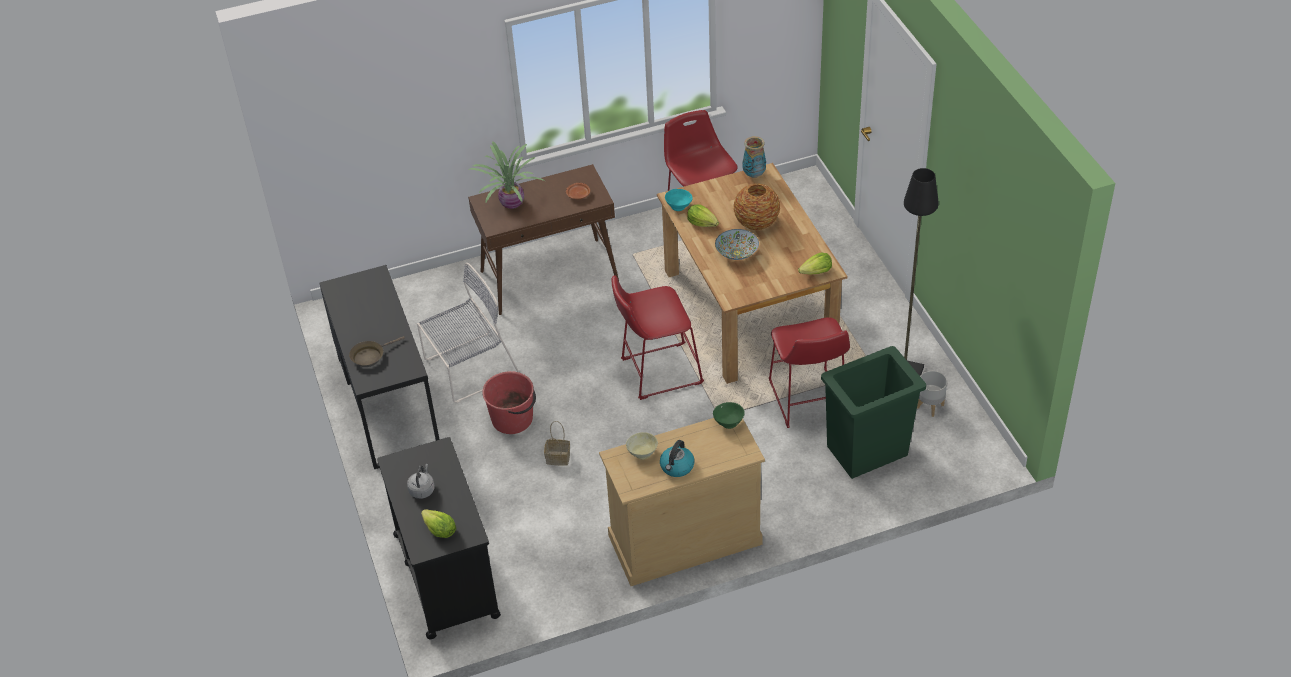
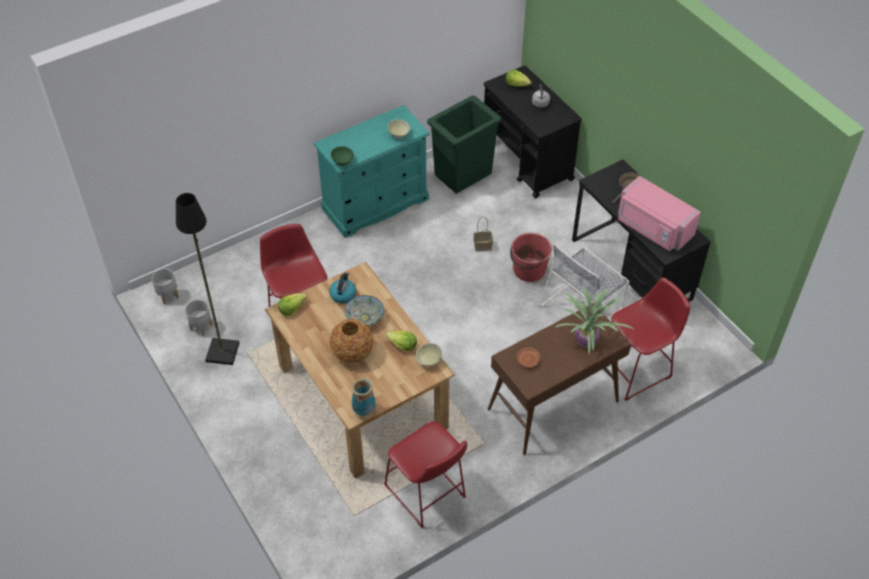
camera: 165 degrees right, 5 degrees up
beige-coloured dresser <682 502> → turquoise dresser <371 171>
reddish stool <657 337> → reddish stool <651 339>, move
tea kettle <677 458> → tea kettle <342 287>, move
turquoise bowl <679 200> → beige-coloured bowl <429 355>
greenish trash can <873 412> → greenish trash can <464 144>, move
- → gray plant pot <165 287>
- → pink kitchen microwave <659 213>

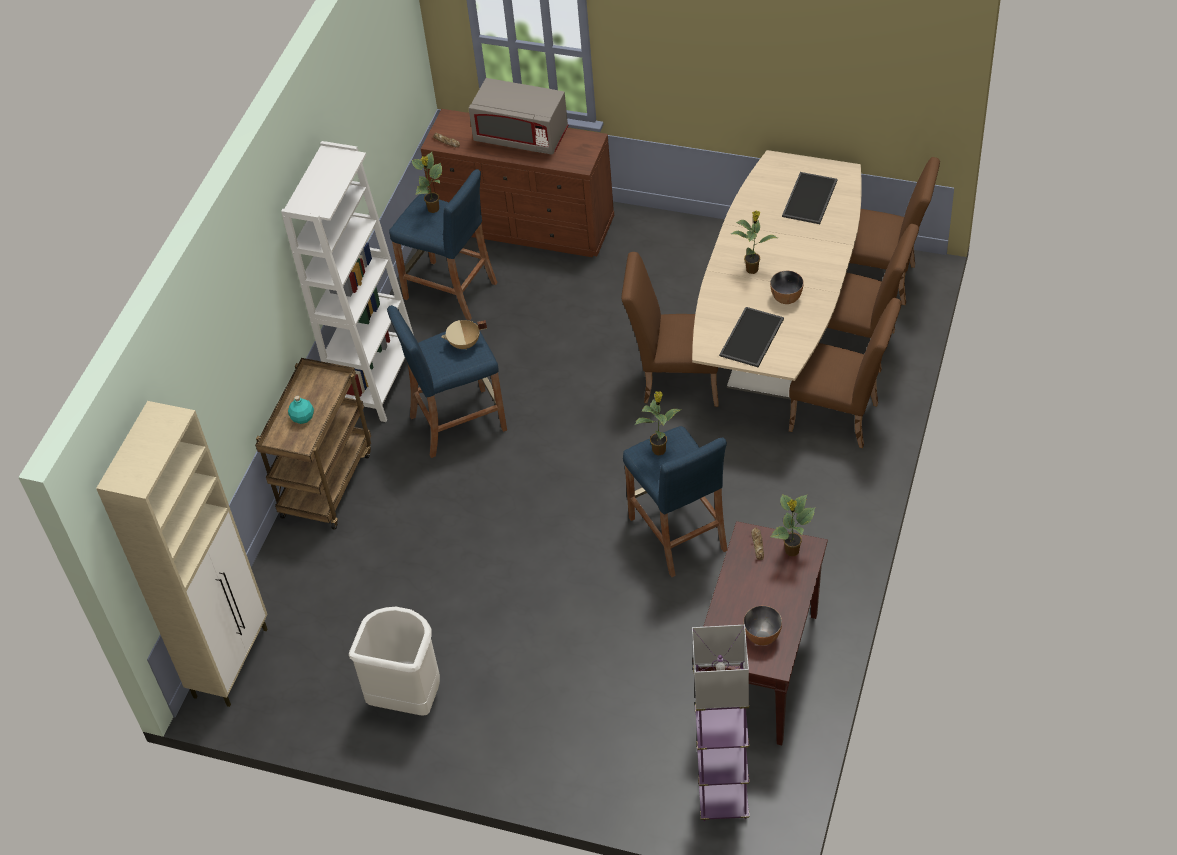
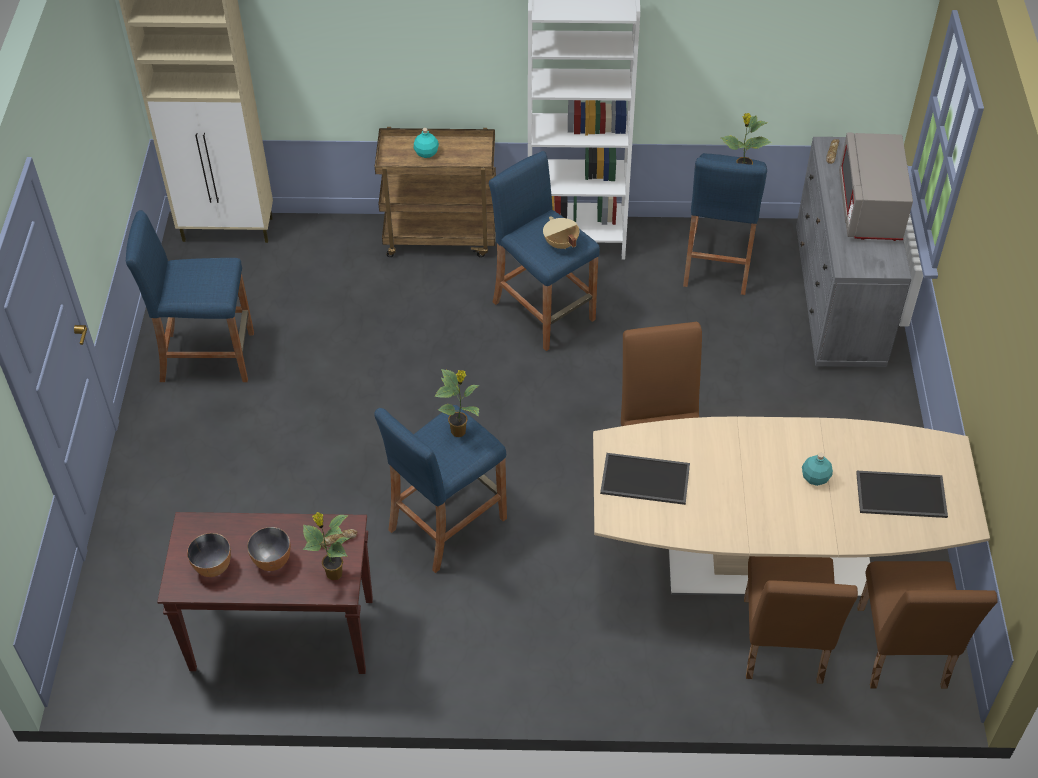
camera: 70 degrees right, 0 degrees up
whitish trash can <394 661> → bluish stool <190 296>
brown-coloured dresser <517 183> → gray dresser <853 252>
purplish floor lamp <720 723> → -
plant in a pot <754 242> → -
bowl <787 287> → bowl <269 549>, move
brown-coloured chair <845 373> → -
- → turquoise bottle <817 469>

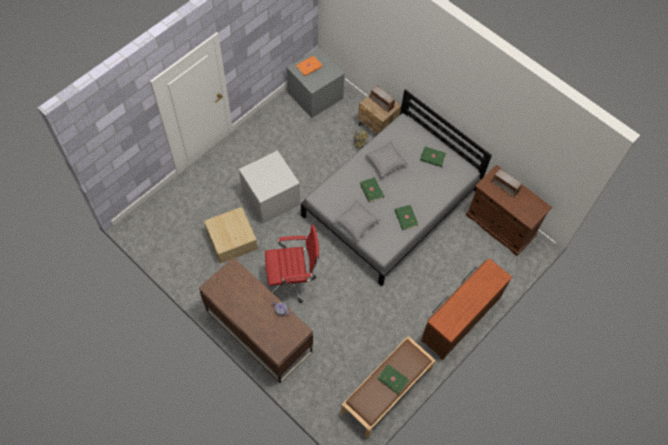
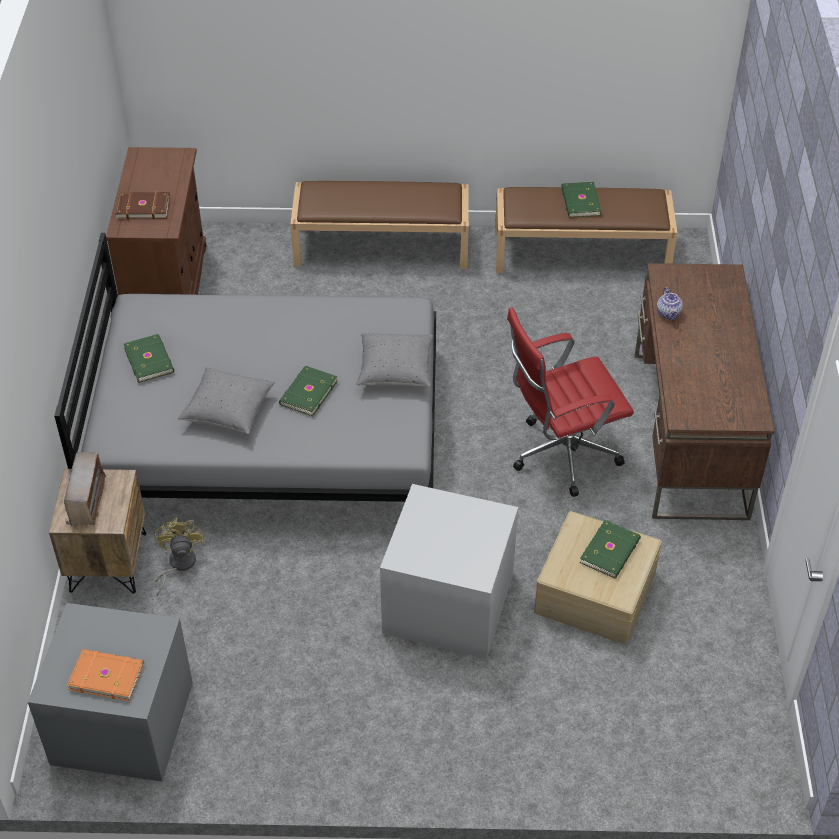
camera: 130 degrees left, 15 degrees down
reddish desk chair <292 264> → reddish desk chair <570 402>, 60 degrees counterclockwise
greenish bound book <406 217> → greenish bound book <610 549>, move
brown-coloured dresser <466 309> → brown-coloured indoor bench <379 225>
radio <506 183> → brown-coloured bound book <142 205>

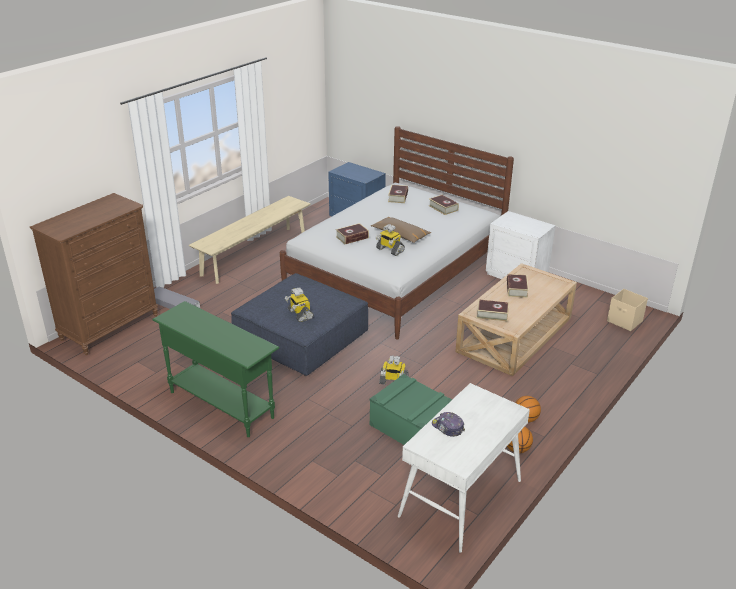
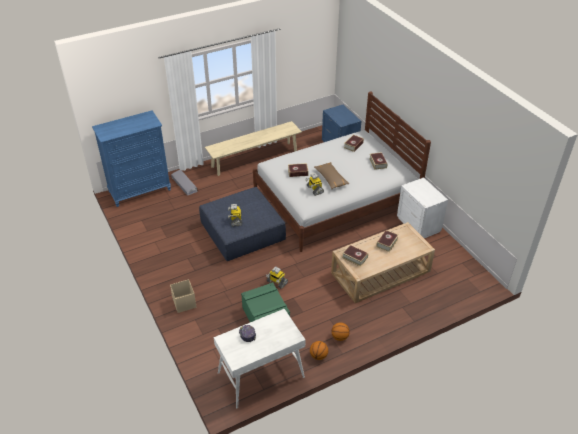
camera: 25 degrees right, 10 degrees up
brown-coloured dresser <94 274> → bluish dresser <131 158>
greenish console table <215 369> → -
beige-coloured storage bin <627 310> → beige-coloured storage bin <183 296>, move

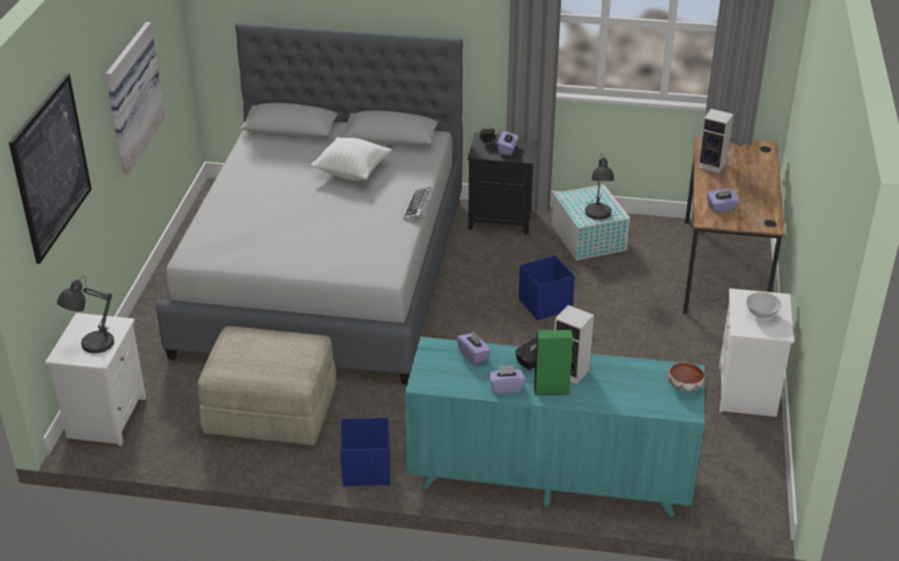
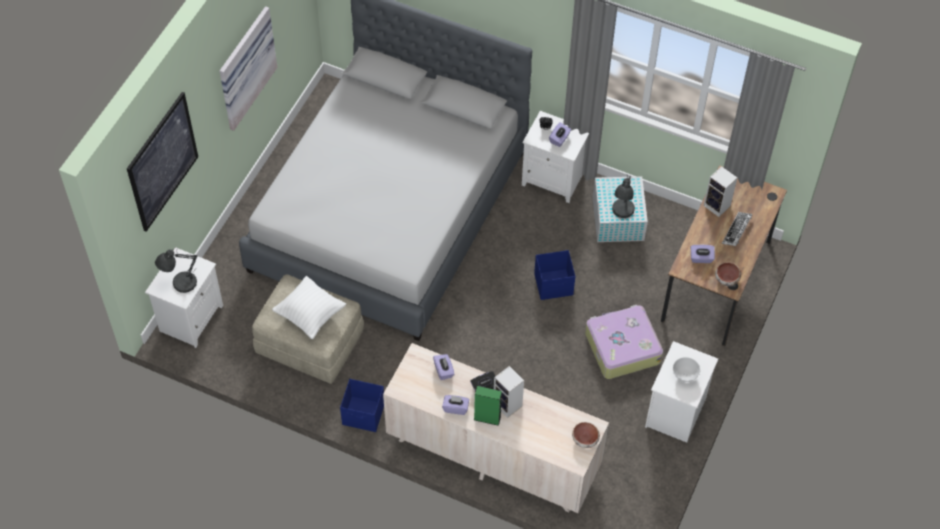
camera: 15 degrees right, 20 degrees up
whitish pillow <350 159> → whitish pillow <309 307>, move
computer keyboard <417 203> → computer keyboard <737 229>, move
turquoise dresser <555 427> → beige-coloured dresser <496 428>
blackish nightstand <502 184> → whitish nightstand <555 157>
- → suitcase <624 342>
- → bowl <728 274>

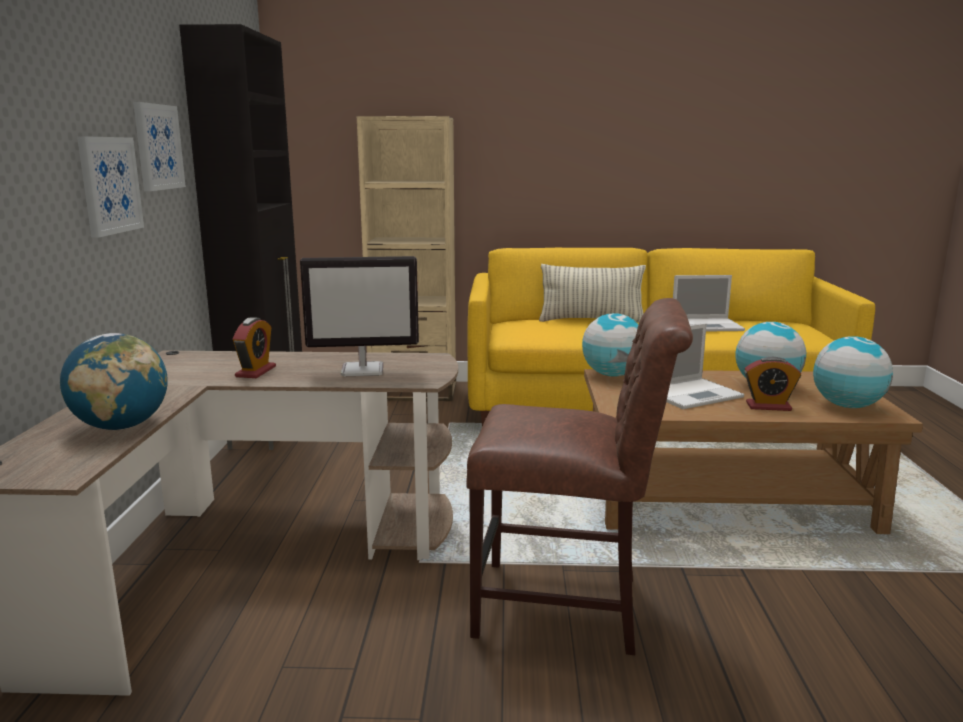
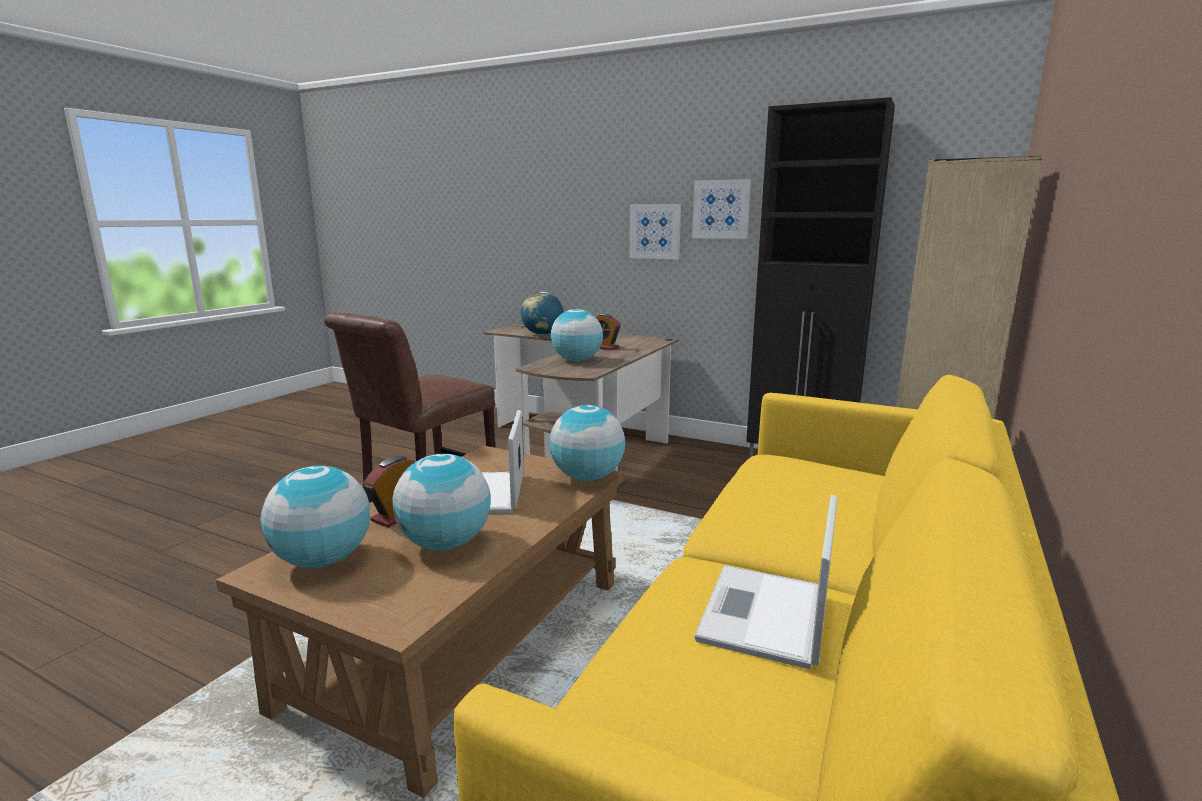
camera: 115 degrees right, 0 degrees up
computer screen <359 316> → world globe <577 335>
pillow <592 293> → -

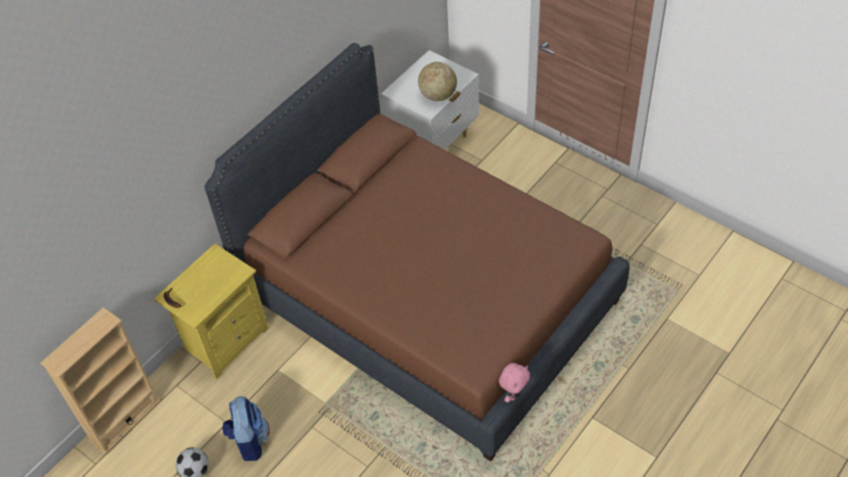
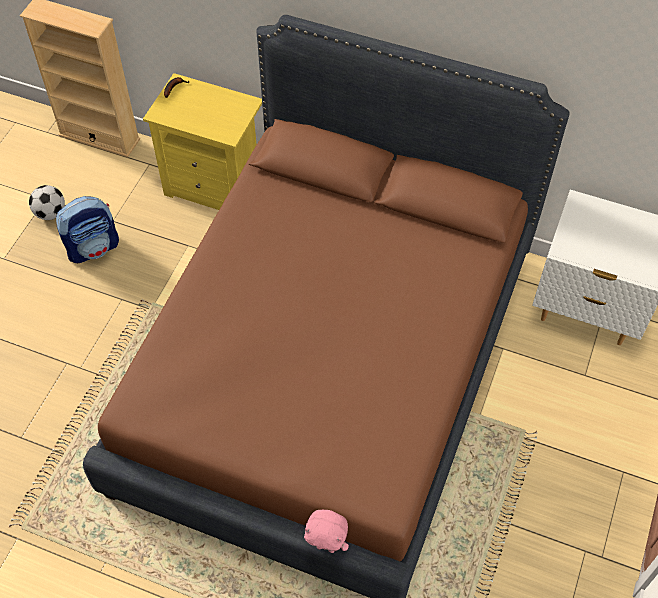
camera: 70 degrees right, 5 degrees up
world globe <437 81> → -
pink soft toy <514 382> → pink soft toy <326 531>, move

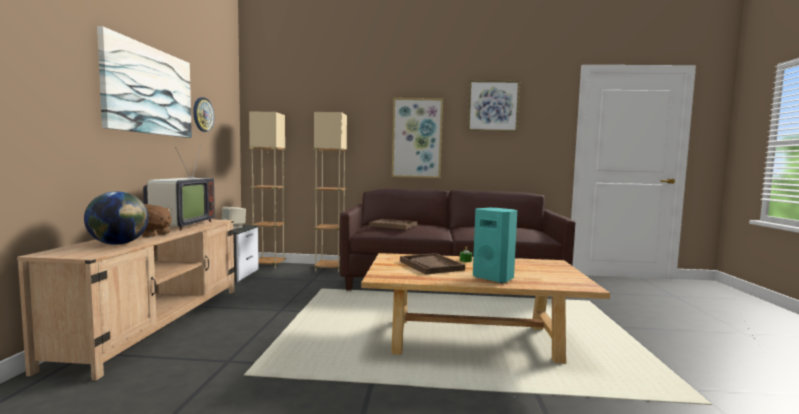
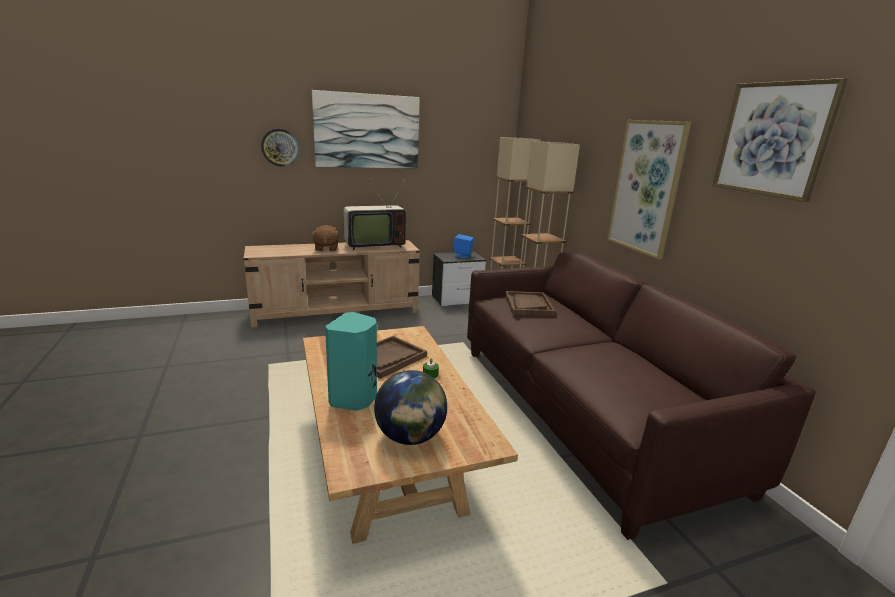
camera: 65 degrees right, 15 degrees up
world globe <116 218> → world globe <410 407>, move
clock on the wall <203 114> → clock on the wall <280 148>, move
beige-coloured audio speaker <234 218> → bluish audio speaker <463 246>

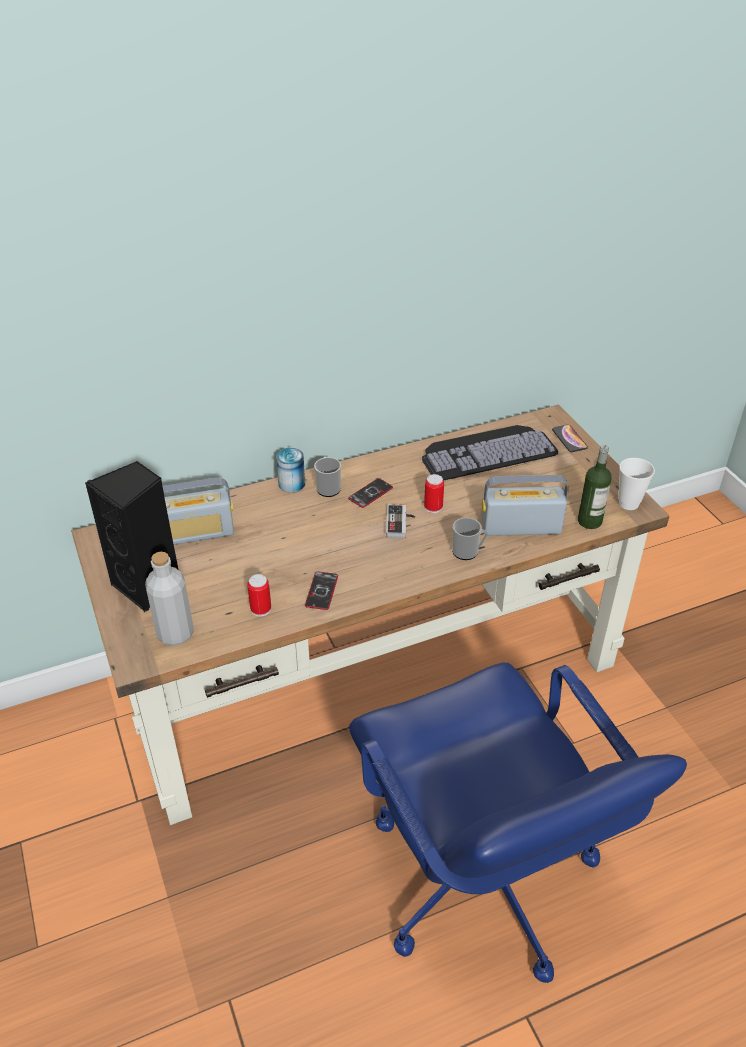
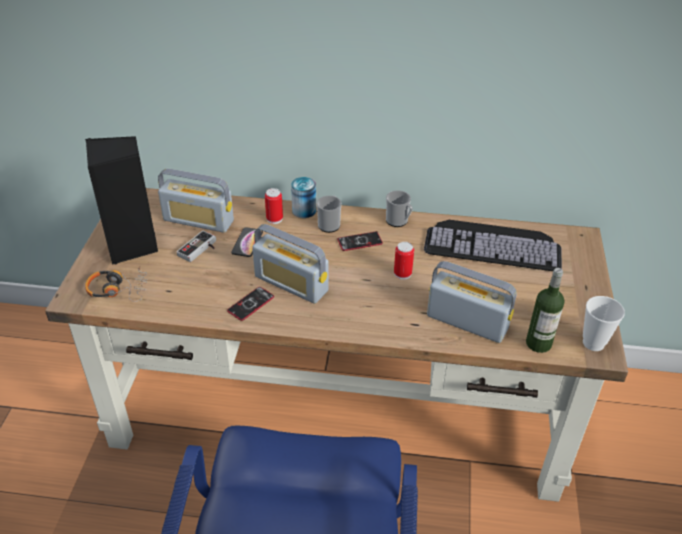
camera: 30 degrees right, 0 degrees up
gray bottle <169 599> → headset <116 284>
metal can <259 595> → metal can <274 206>, move
joypad <400 521> → joypad <196 246>, move
tea mug <470 538> → tea mug <399 208>, move
phone <570 438> → phone <247 242>, move
- → radio <290 264>

